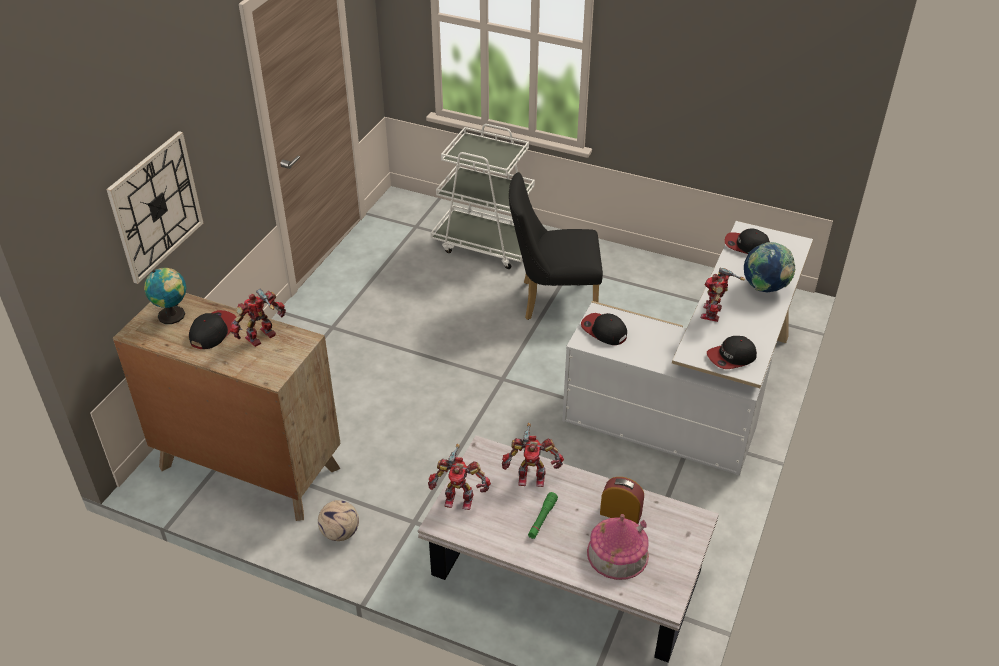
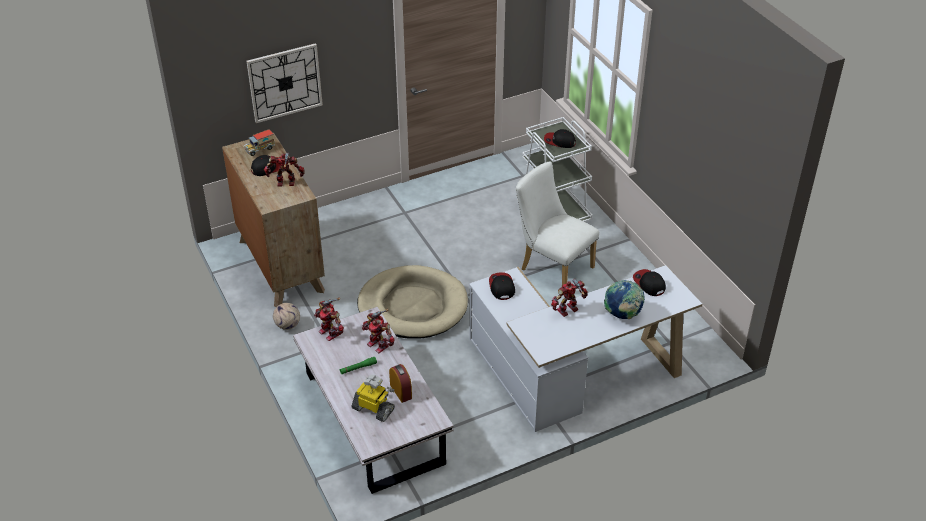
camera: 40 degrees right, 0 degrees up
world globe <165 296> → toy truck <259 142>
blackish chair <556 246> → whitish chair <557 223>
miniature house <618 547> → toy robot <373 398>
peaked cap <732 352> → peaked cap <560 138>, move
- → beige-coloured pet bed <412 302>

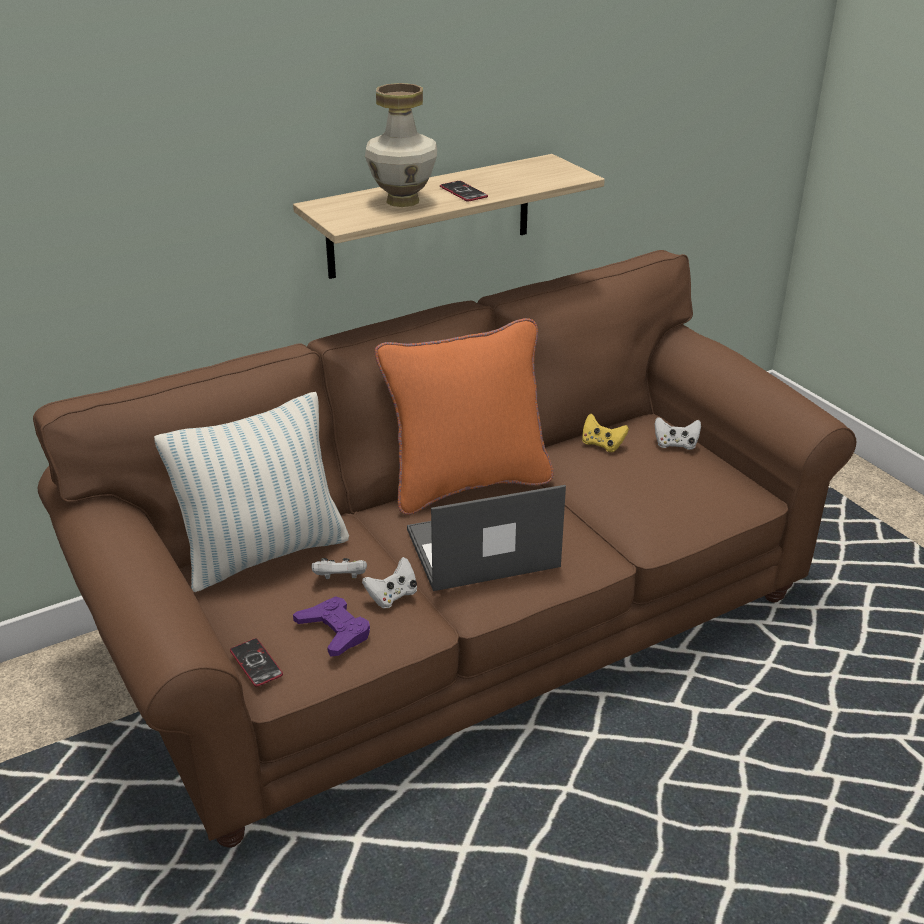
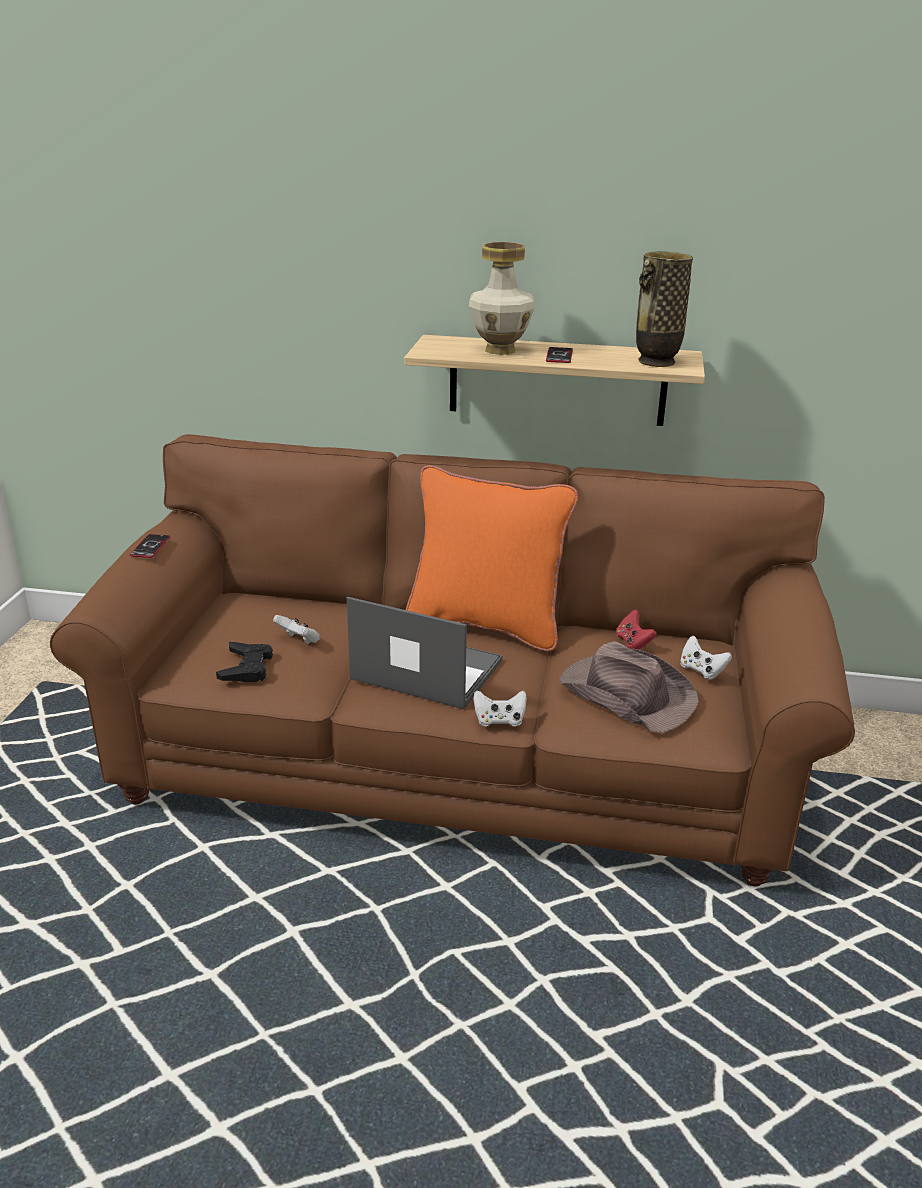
camera: 40 degrees right, 5 degrees down
pillow <251 492> → -
phone <256 662> → phone <150 546>, move
purplish joypad <331 626> → blackish joypad <244 662>
whitish joypad <389 583> → whitish joypad <500 708>, move
yellowish joypad <605 433> → reddish joypad <636 630>
- → brown-coloured clothing hat <628 687>
- → flower vase <664 309>

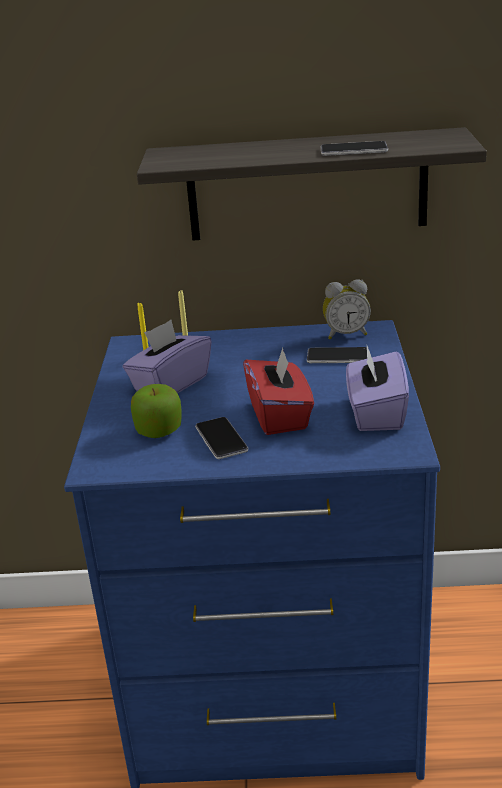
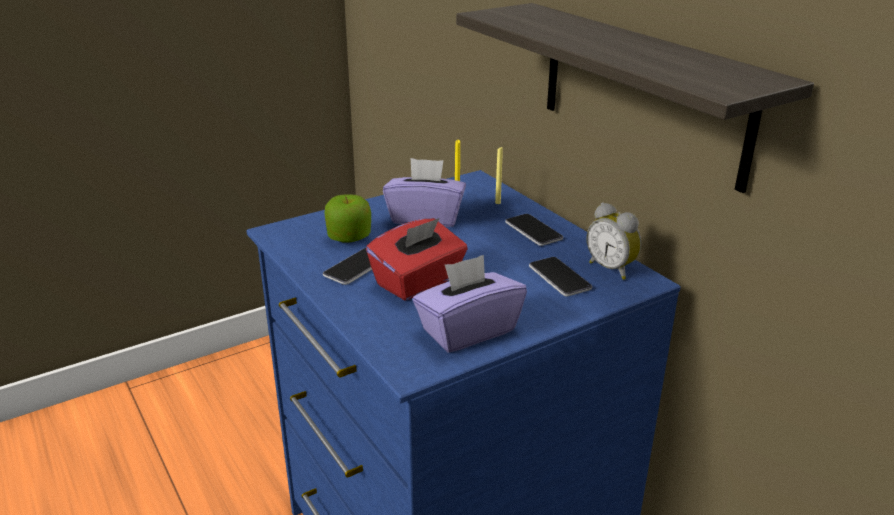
camera: 55 degrees right, 0 degrees up
phone <354 148> → phone <534 230>, move

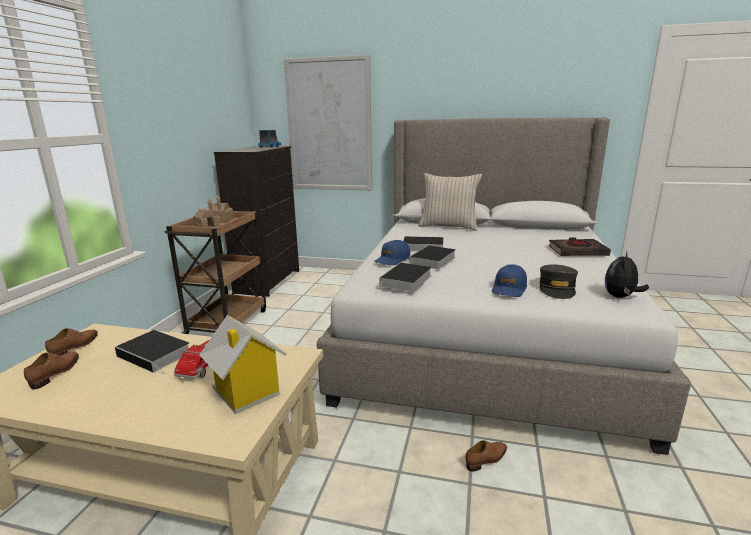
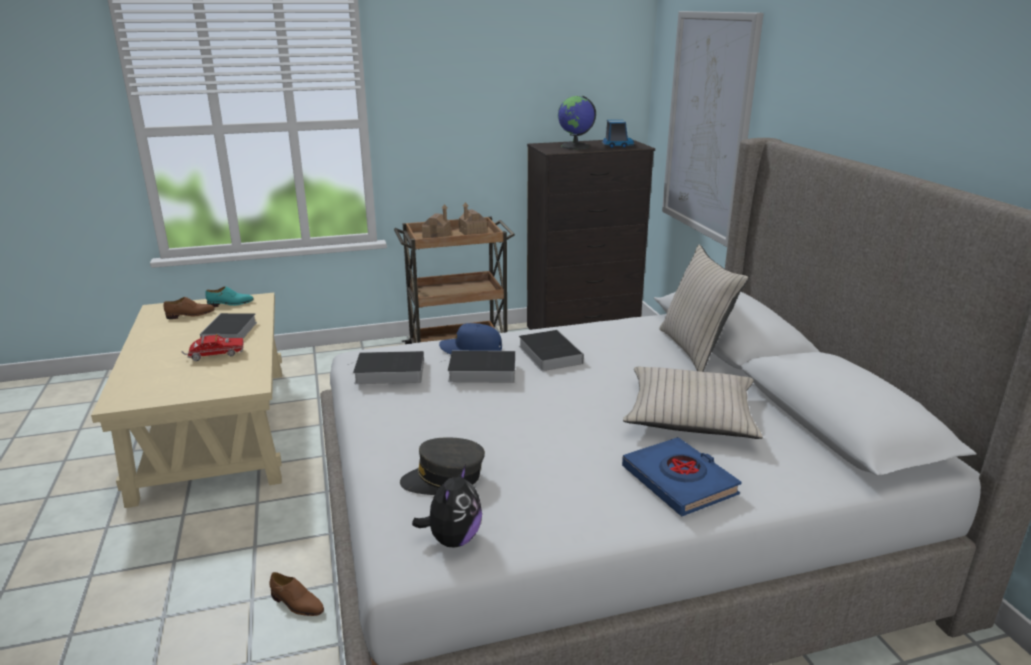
camera: 60 degrees right, 5 degrees up
brown-coloured low shoe <71 342> → turquoise low shoe <229 296>
miniature house <243 364> → -
bluish peaked cap <509 280> → -
blackish bound book <579 246> → bluish bound book <682 476>
soft toy <627 274> → soft toy <447 506>, 105 degrees clockwise
- → world globe <577 122>
- → beige-coloured pillow <693 403>

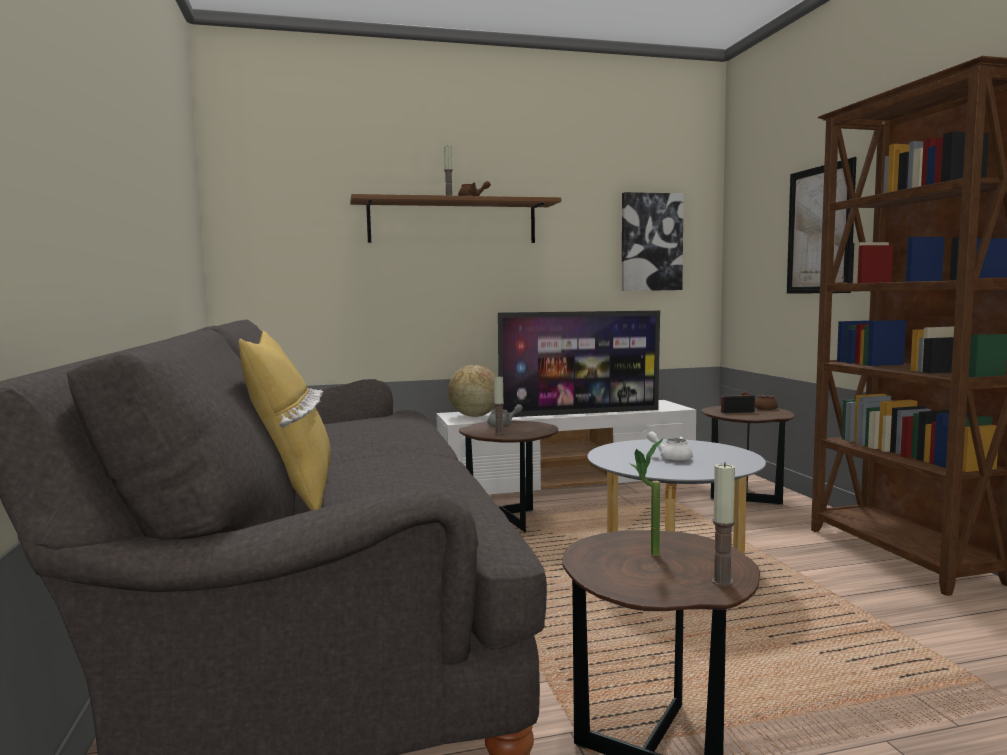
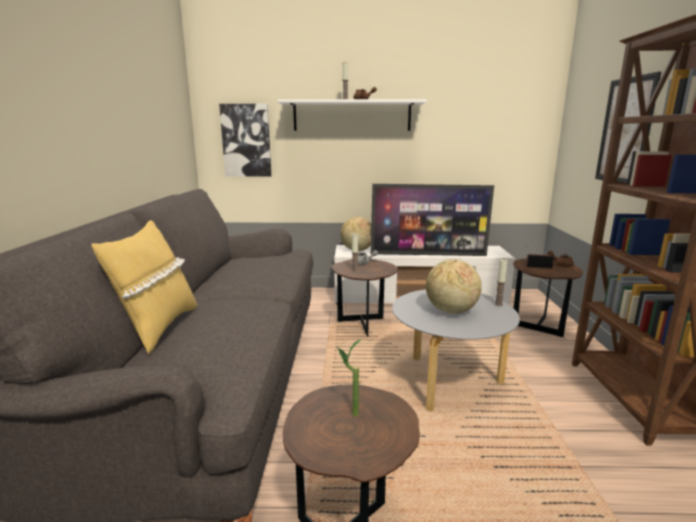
camera: 15 degrees right, 10 degrees up
brown-coloured bracket shelf <455 218> → whitish bracket shelf <352 115>
wall picture <653 241> → wall picture <245 140>, move
whitish teapot <670 446> → world globe <454 286>
candle <723 524> → candle <501 282>, move

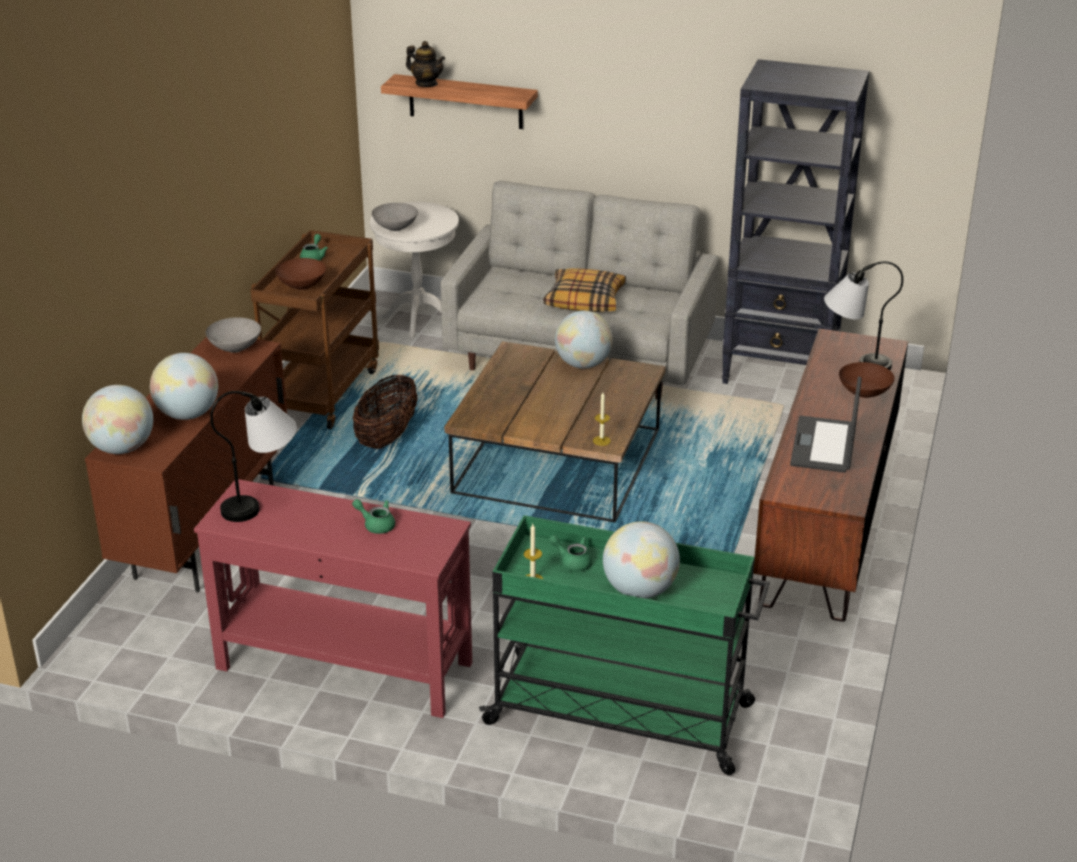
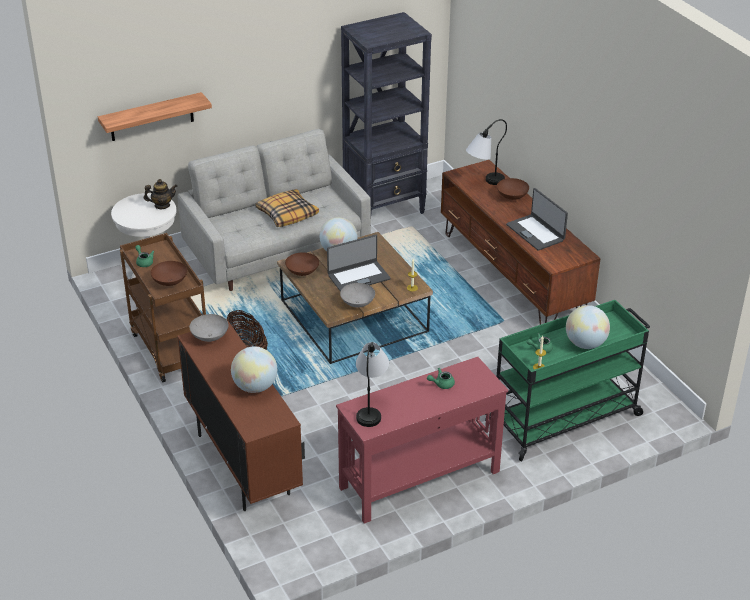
camera: 45 degrees left, 5 degrees up
world globe <117 419> → -
gray bowl <395 217> → gray bowl <357 295>, move
teapot <425 64> → teapot <160 194>, move
- → brown-coloured bowl <302 264>
- → laptop <359 263>

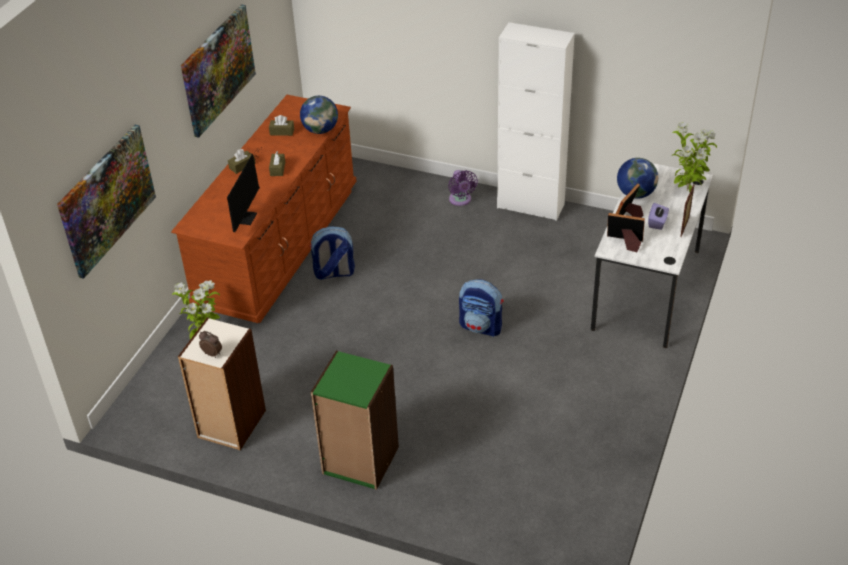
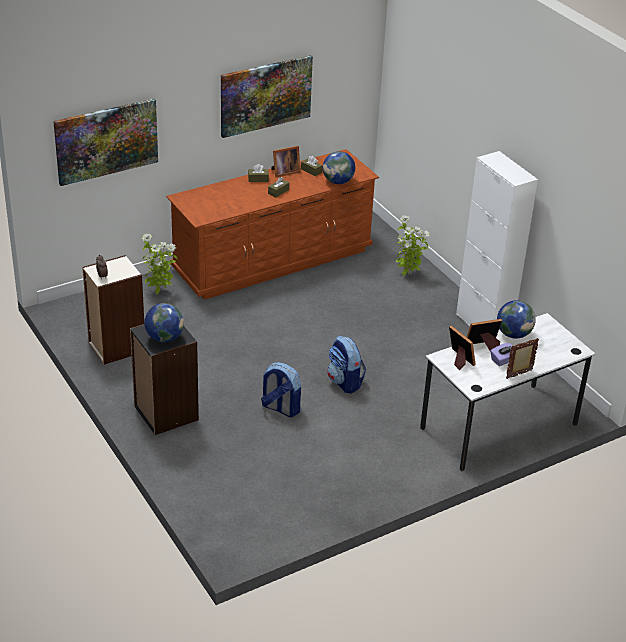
camera: 35 degrees right, 5 degrees down
computer screen <244 190> → -
rucksack <332 253> → rucksack <281 389>, move
greenish bookcase <355 420> → blackish bookcase <164 379>
purplish fan <463 188> → -
plant in a pot <694 157> → plant in a pot <413 245>, move
- → world globe <164 322>
- → picture frame <286 161>

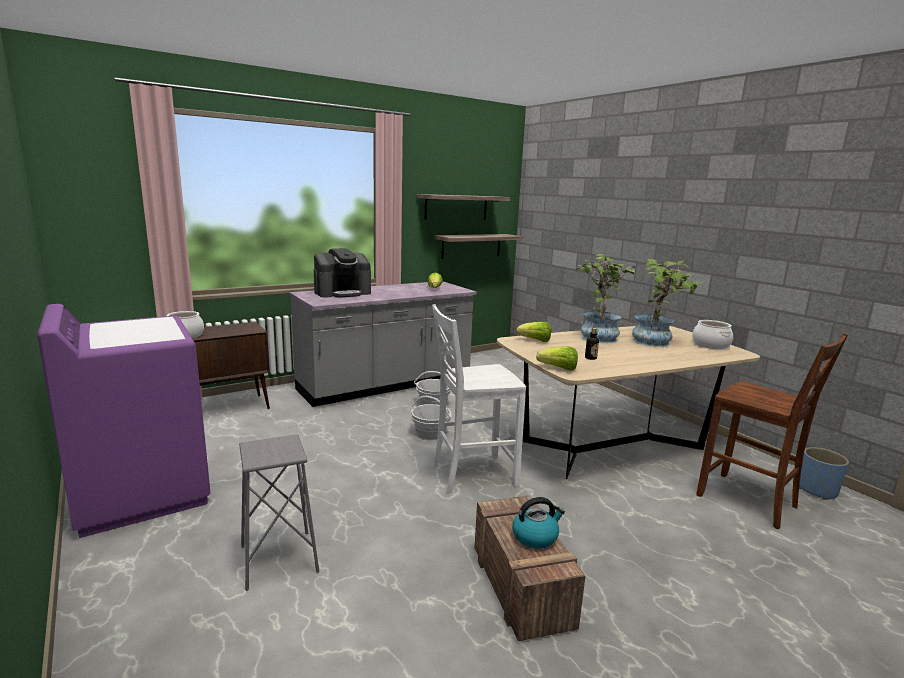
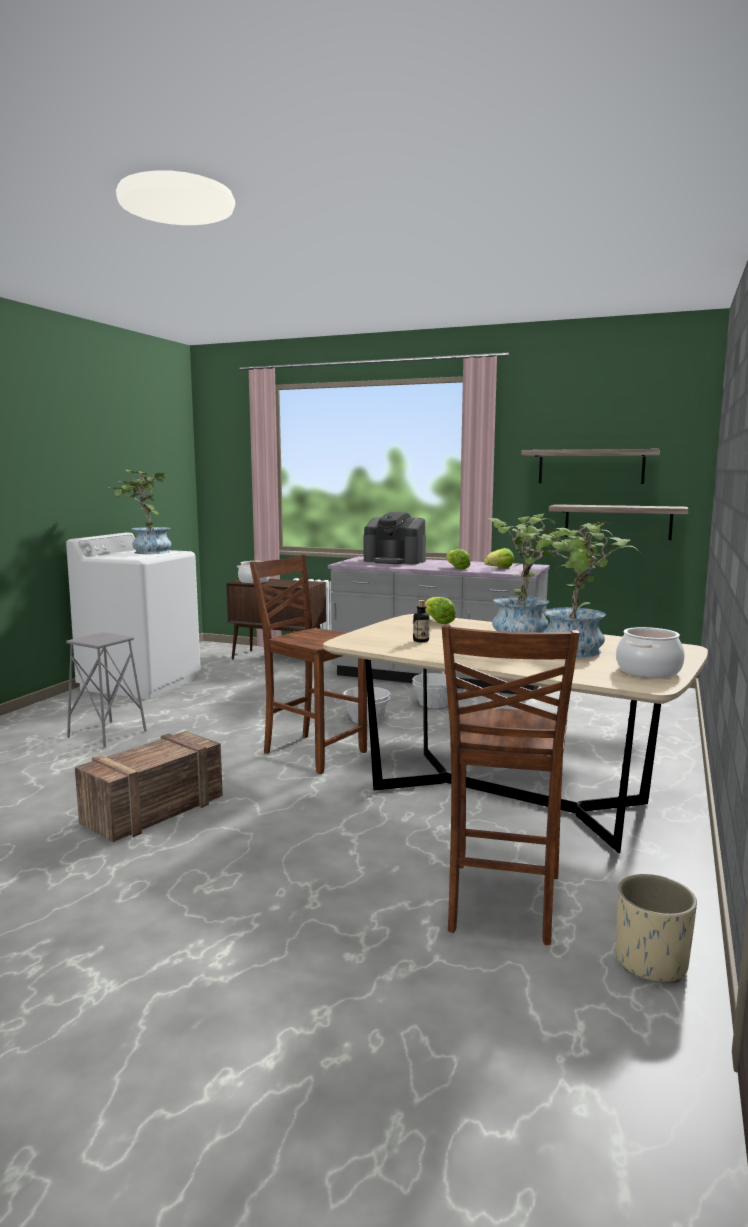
camera: 55 degrees right, 5 degrees down
purplish laundry machine <123 421> → whitish laundry machine <133 616>
whitish chair <479 399> → brown-coloured chair <308 664>
tea kettle <538 523> → -
head of lettuce <557 358> → head of lettuce <458 559>, move
bluish plant pot <824 473> → beige-coloured plant pot <656 928>
- → plant in a pot <139 512>

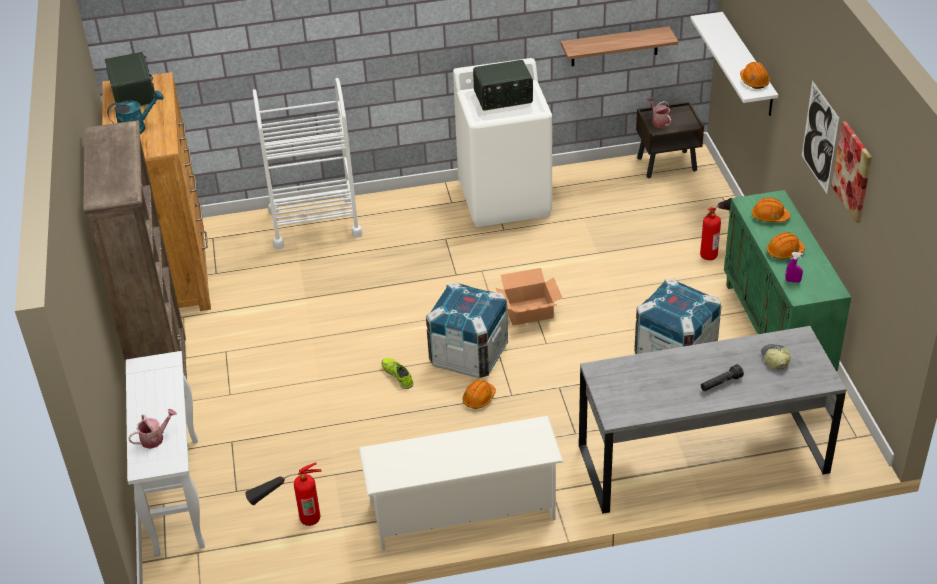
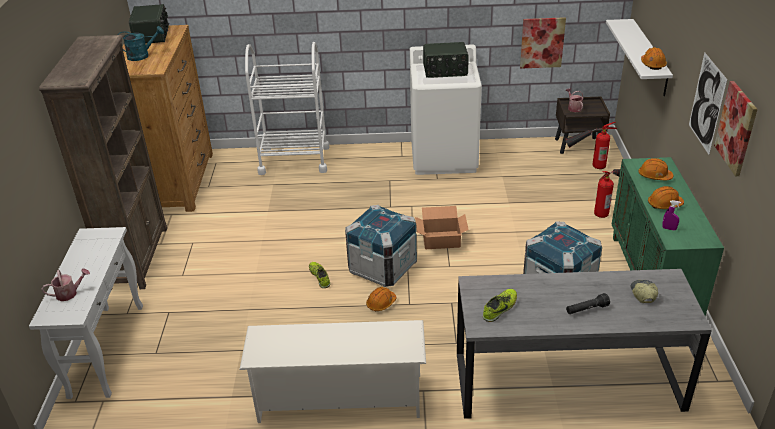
camera: 10 degrees right, 5 degrees down
fire extinguisher <283 494> → fire extinguisher <591 145>, move
bracket shelf <619 46> → wall picture <543 43>
- → low shoe <500 305>

